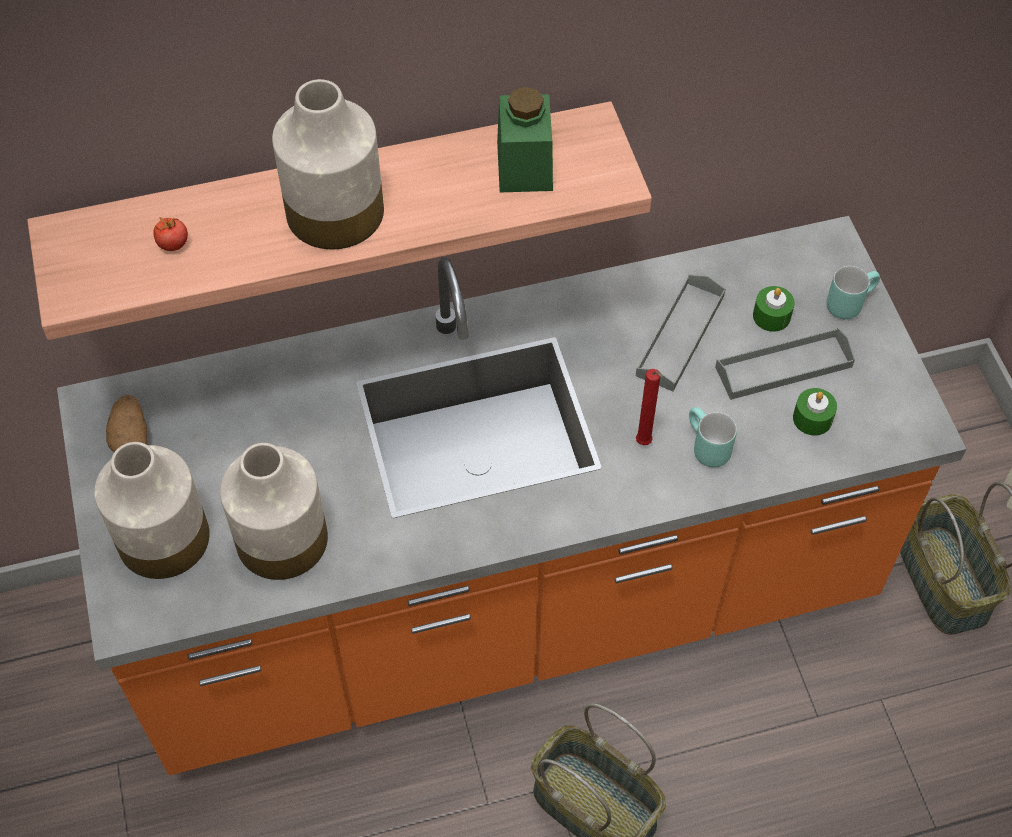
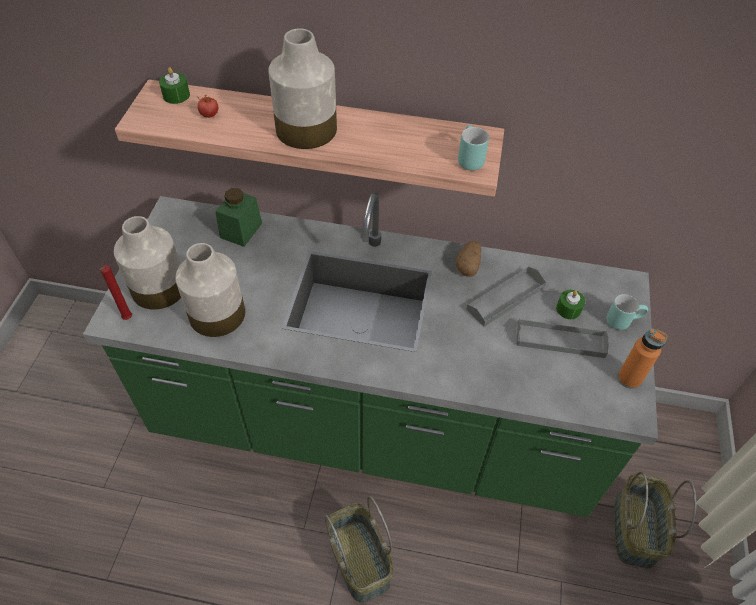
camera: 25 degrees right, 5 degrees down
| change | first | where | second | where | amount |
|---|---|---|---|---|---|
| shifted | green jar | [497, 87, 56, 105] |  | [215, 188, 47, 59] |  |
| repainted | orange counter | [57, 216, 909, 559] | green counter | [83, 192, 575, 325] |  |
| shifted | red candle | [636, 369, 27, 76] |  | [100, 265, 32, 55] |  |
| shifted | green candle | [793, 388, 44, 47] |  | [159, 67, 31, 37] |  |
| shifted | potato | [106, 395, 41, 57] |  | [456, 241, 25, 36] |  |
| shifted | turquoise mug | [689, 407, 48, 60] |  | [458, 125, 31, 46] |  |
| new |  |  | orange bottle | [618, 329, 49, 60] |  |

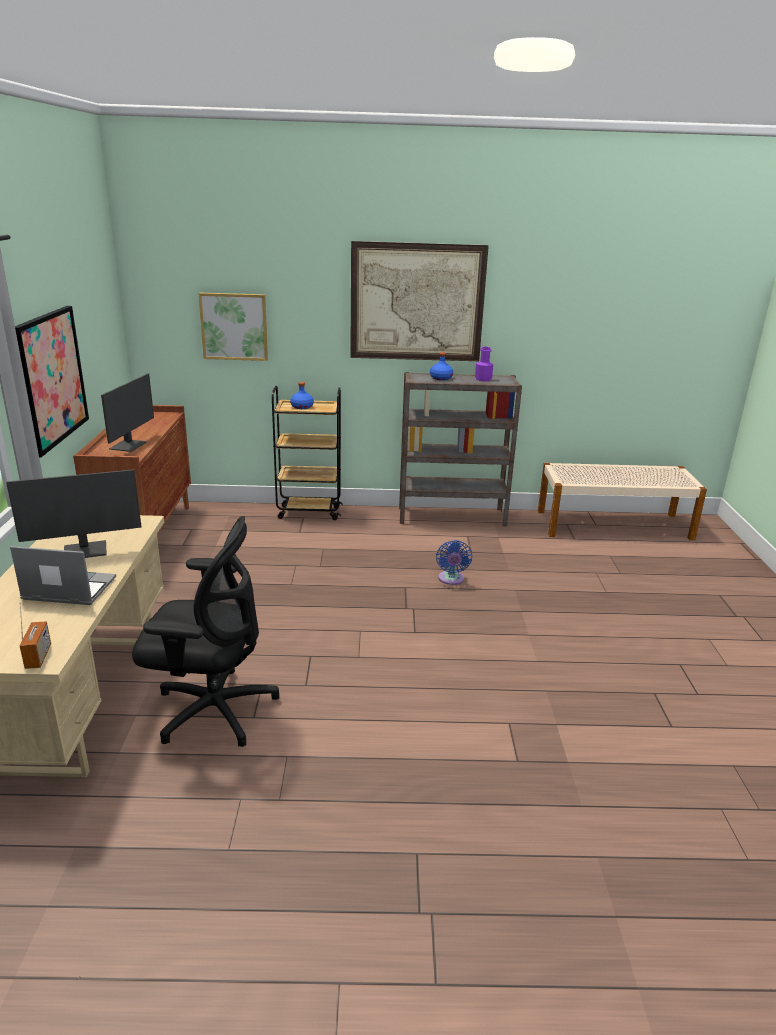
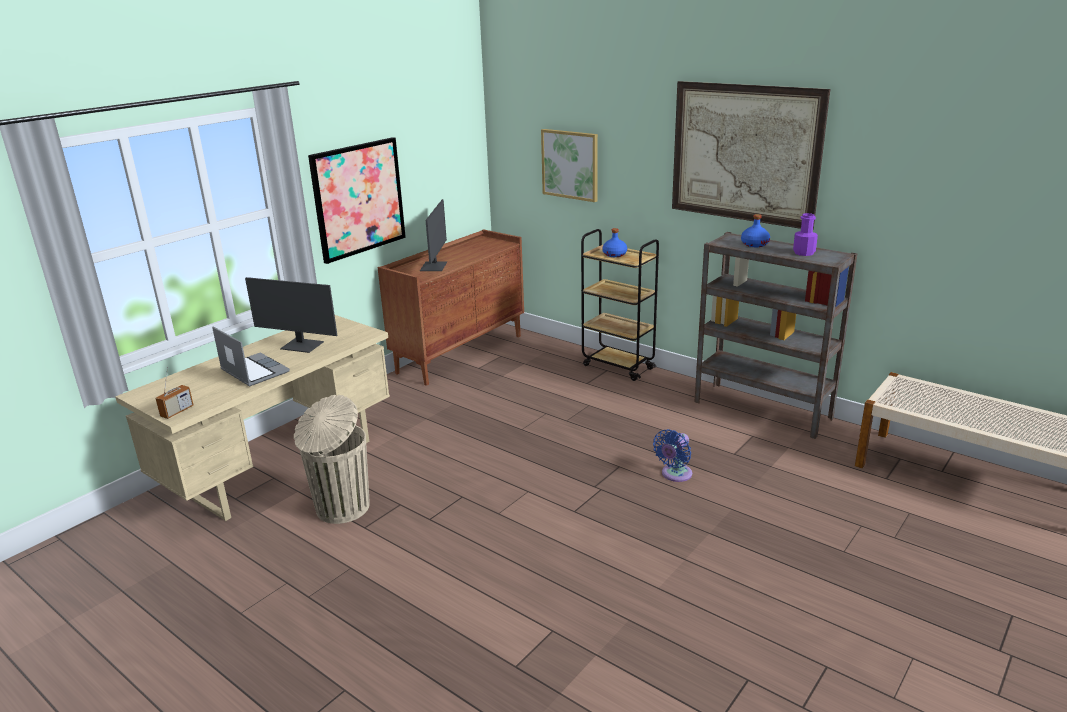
camera: 40 degrees right, 0 degrees up
| change | first | where | second | where | amount |
|---|---|---|---|---|---|
| rotated | monitor | [101, 373, 53, 79] |  | [420, 199, 27, 72] | 45 degrees counterclockwise |
| swapped | black office chair | [132, 516, 147, 231] | beige trash can | [294, 395, 76, 129] |  |

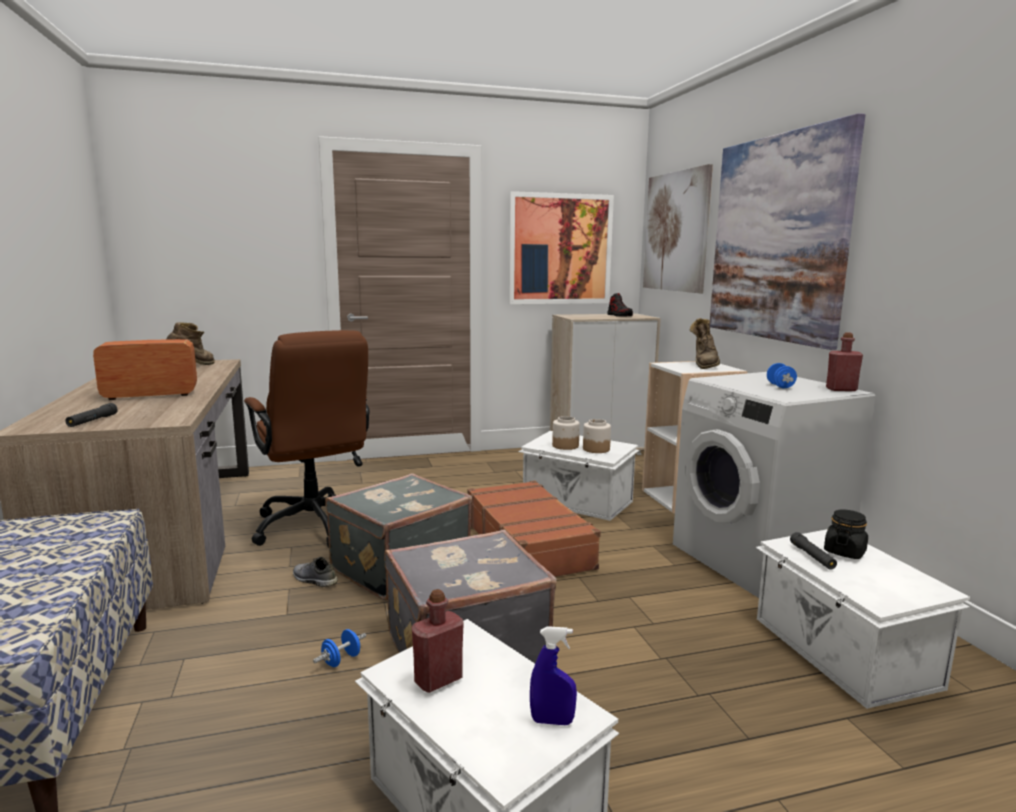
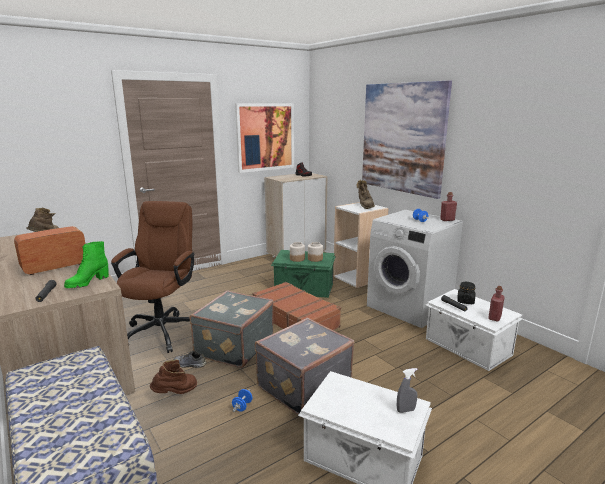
camera: 20 degrees left, 5 degrees up
| change | first | where | second | where | amount |
|---|---|---|---|---|---|
| gone | picture | [643, 164, 70, 129] |  |  |  |
| rotated | brown office chair | [244, 330, 125, 218] |  | [111, 201, 83, 152] | 120 degrees counterclockwise |
| repainted | white storage box | [518, 431, 121, 90] | green storage box | [271, 250, 65, 48] |  |
| shifted | red bottle | [412, 589, 52, 104] |  | [488, 286, 16, 35] |  |
| repainted | blue spray bottle | [530, 626, 47, 99] | grey spray bottle | [397, 368, 21, 45] |  |
| new |  |  | green boot | [64, 241, 45, 47] |  |
| new |  |  | brown boot | [150, 359, 47, 35] |  |

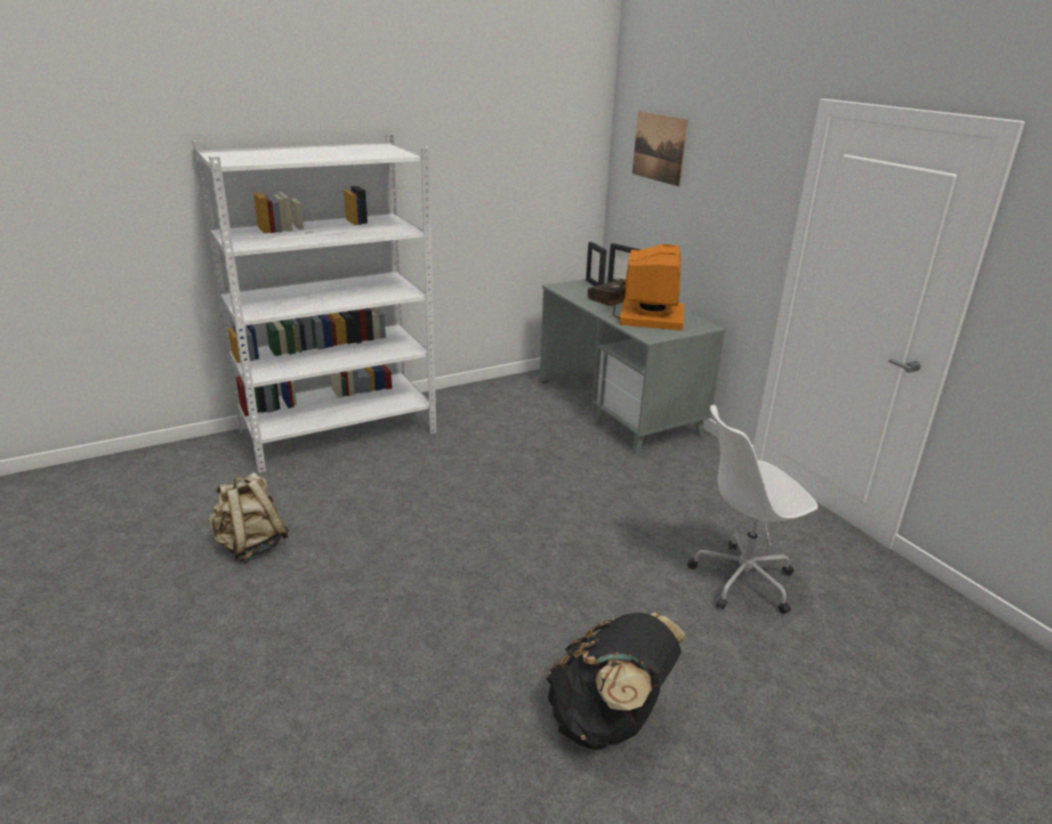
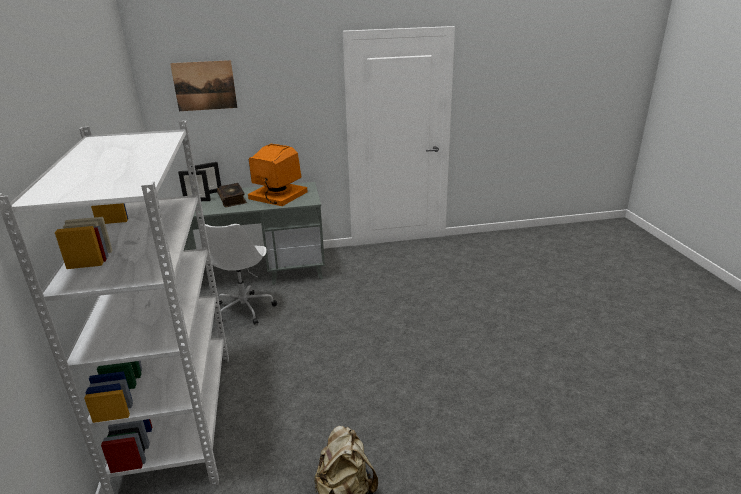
camera: 70 degrees left, 0 degrees up
| change | first | where | second | where | amount |
|---|---|---|---|---|---|
| shifted | white office chair | [687, 405, 131, 209] |  | [201, 224, 76, 101] |  |
| gone | black backpack | [546, 612, 140, 138] |  |  |  |

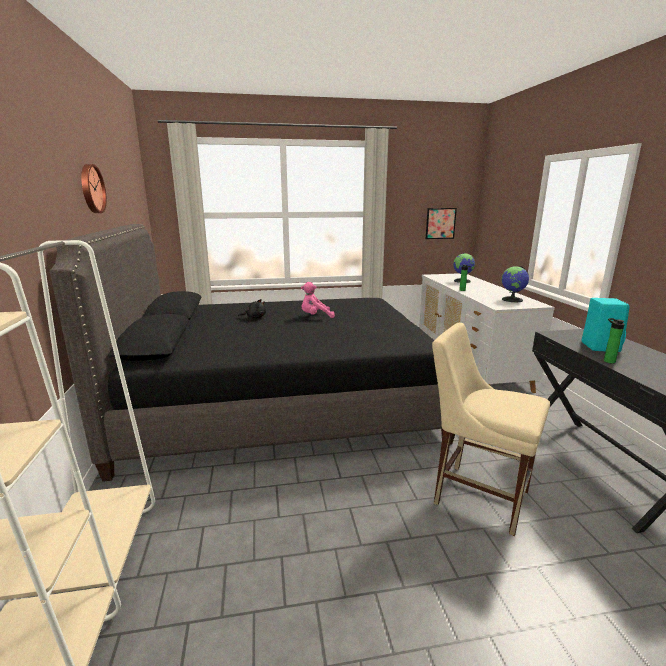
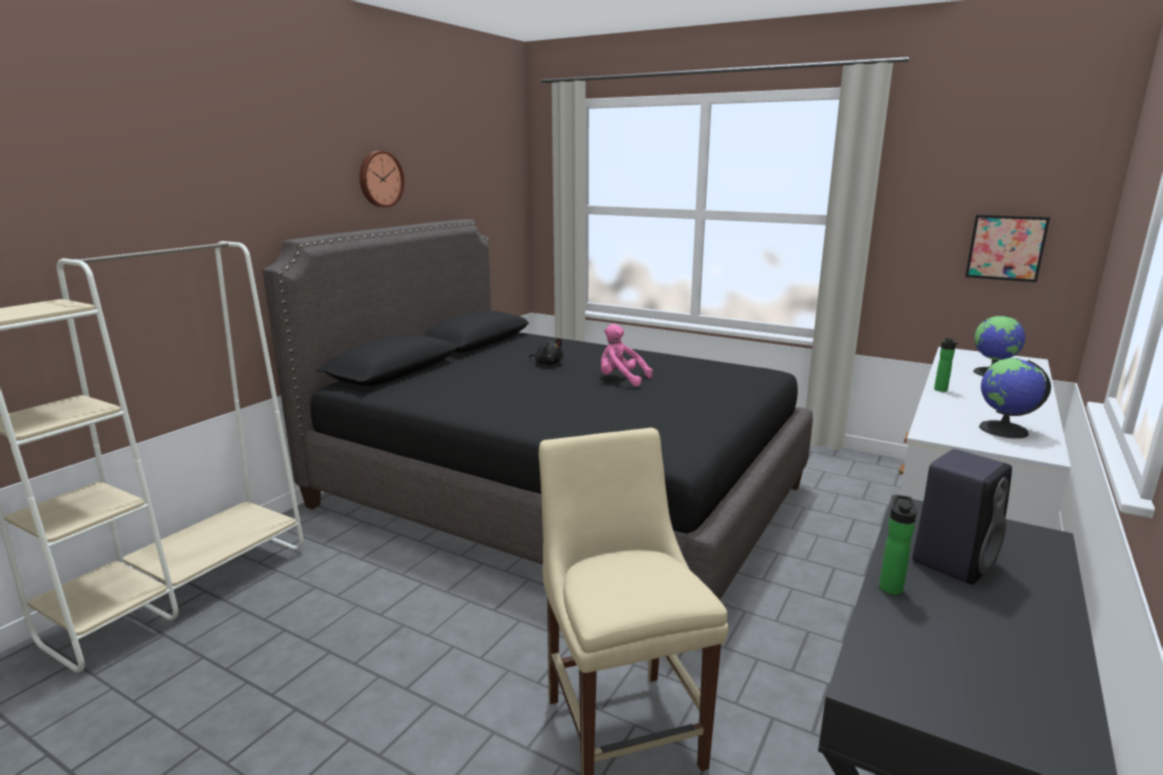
camera: 40 degrees right, 0 degrees up
| change | first | where | second | where | amount |
|---|---|---|---|---|---|
| repainted | turquoise speaker | [582, 298, 48, 54] | black speaker | [913, 449, 99, 136] |  |

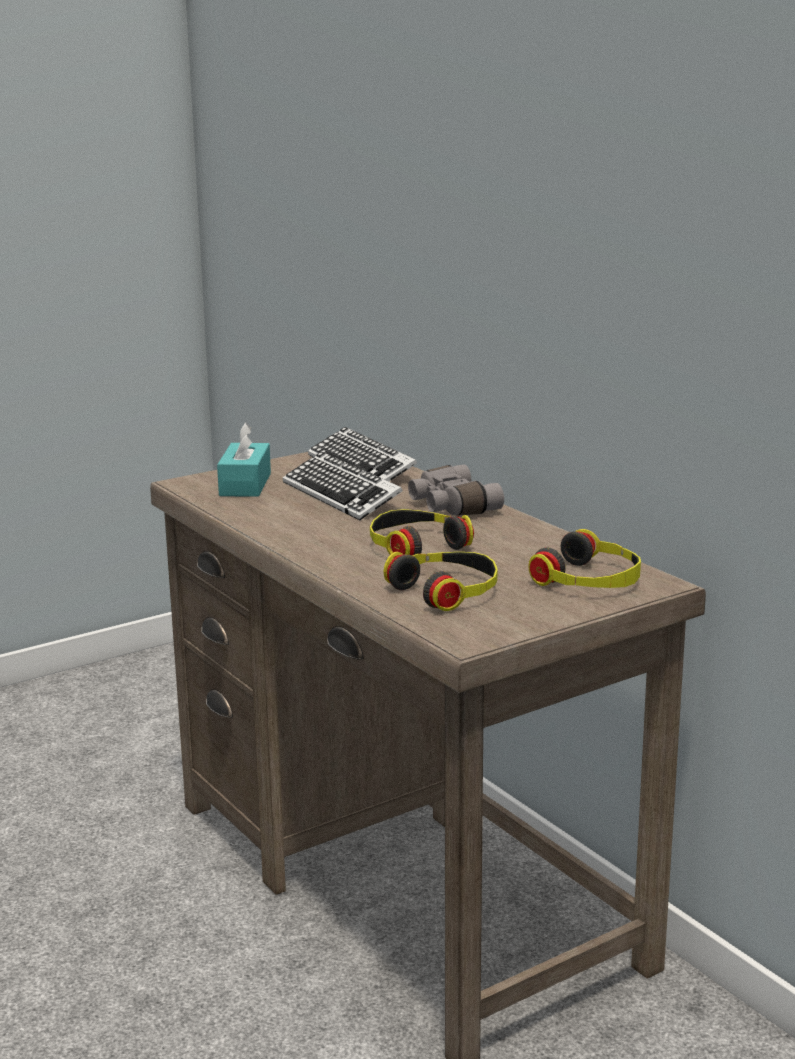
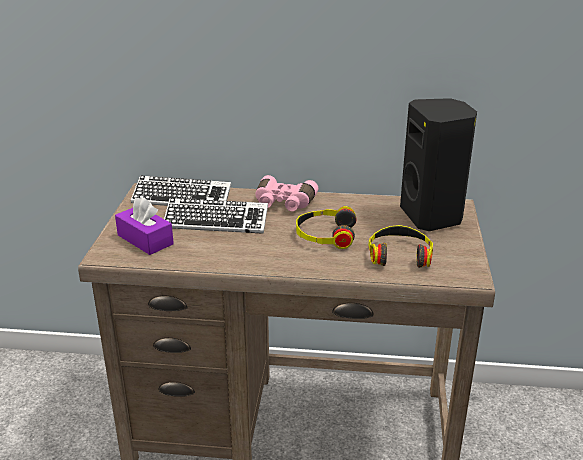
camera: 50 degrees left, 10 degrees up
| change | first | where | second | where | amount |
|---|---|---|---|---|---|
| repainted | turquoise tissue box | [217, 422, 54, 75] | purple tissue box | [115, 197, 59, 58] |  |
| repainted | grey binoculars | [408, 465, 96, 51] | pink binoculars | [255, 175, 63, 36] |  |
| swapped | headphones | [528, 529, 113, 59] | black speaker | [400, 98, 77, 133] |  |

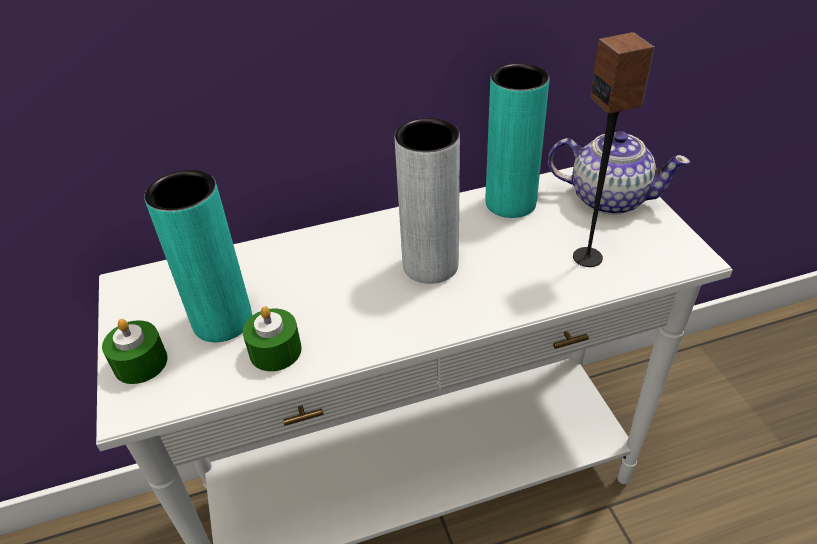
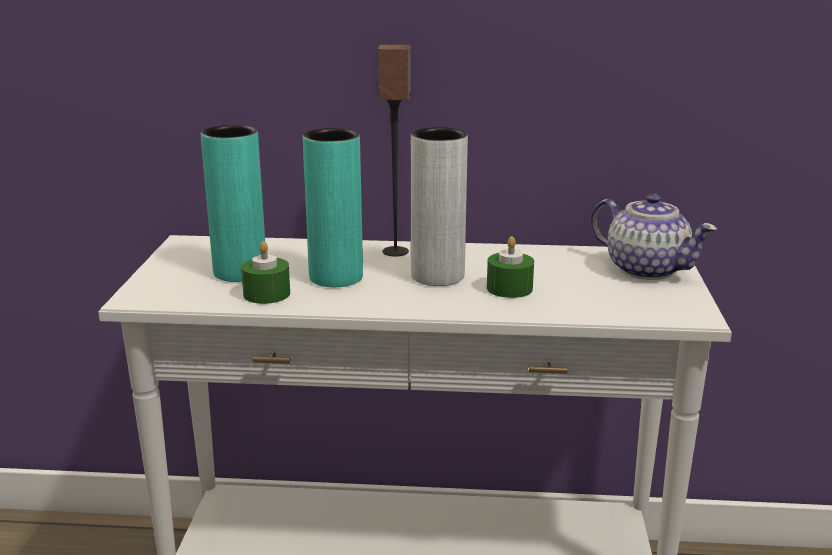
camera: 20 degrees right, 20 degrees down
| change | first | where | second | where | amount |
|---|---|---|---|---|---|
| shifted | speaker | [573, 32, 82, 235] |  | [377, 45, 34, 212] |  |
| shifted | turquoise vase | [486, 63, 64, 155] |  | [302, 128, 61, 159] |  |
| shifted | green candle | [102, 319, 65, 65] |  | [487, 236, 47, 62] |  |

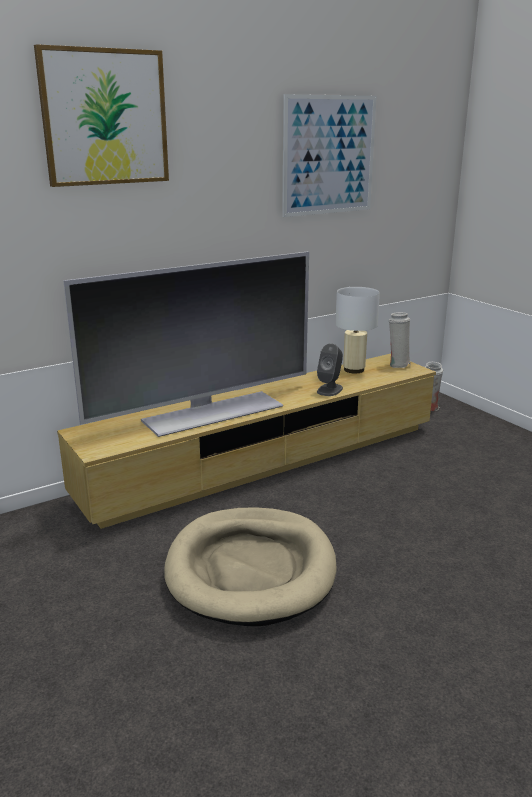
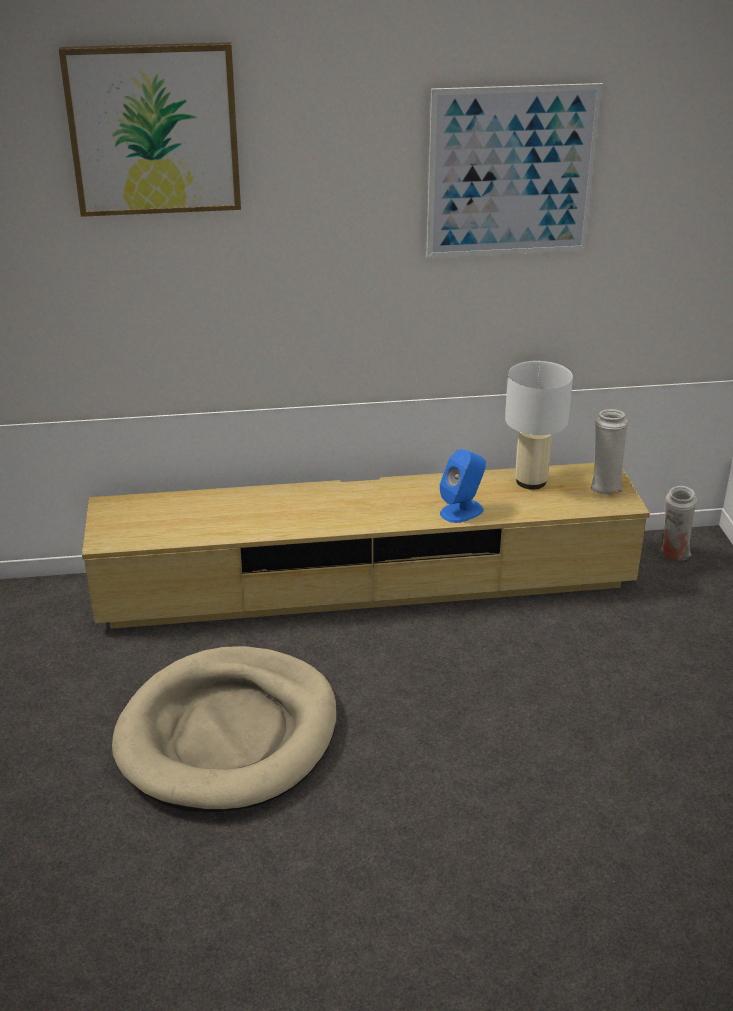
camera: 25 degrees right, 10 degrees up
| change | first | where | second | where | amount |
|---|---|---|---|---|---|
| gone | television | [63, 251, 246, 186] |  |  |  |
| repainted | grey speaker | [317, 344, 26, 52] | blue speaker | [440, 449, 46, 74] |  |

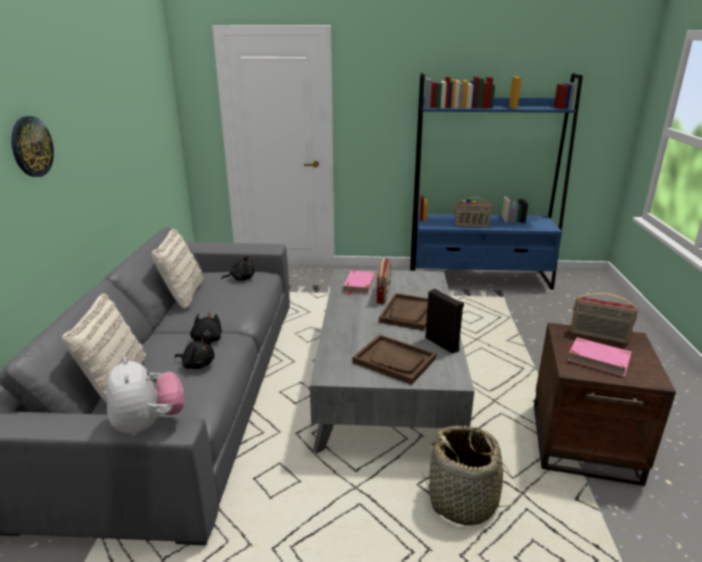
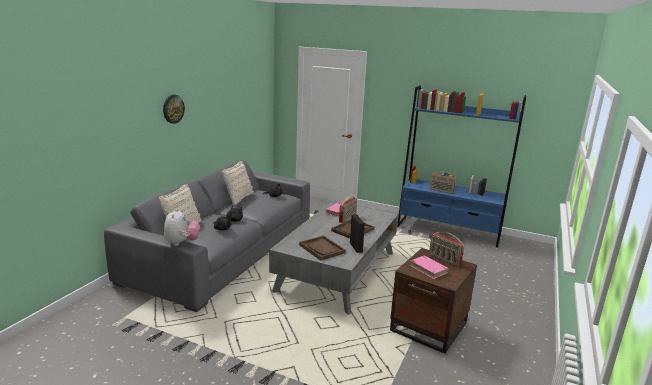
camera: 20 degrees right, 5 degrees down
| change | first | where | second | where | amount |
|---|---|---|---|---|---|
| gone | basket | [422, 425, 97, 100] |  |  |  |

